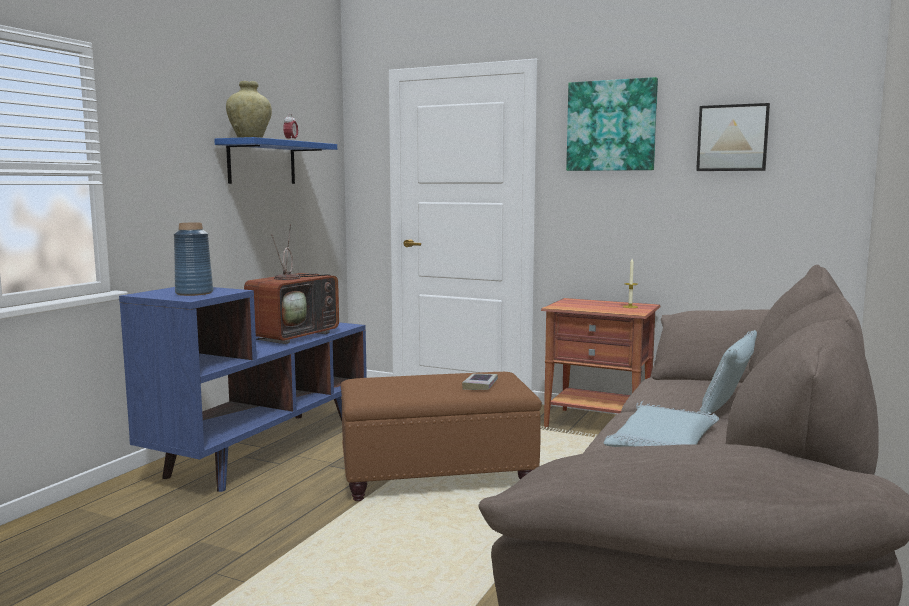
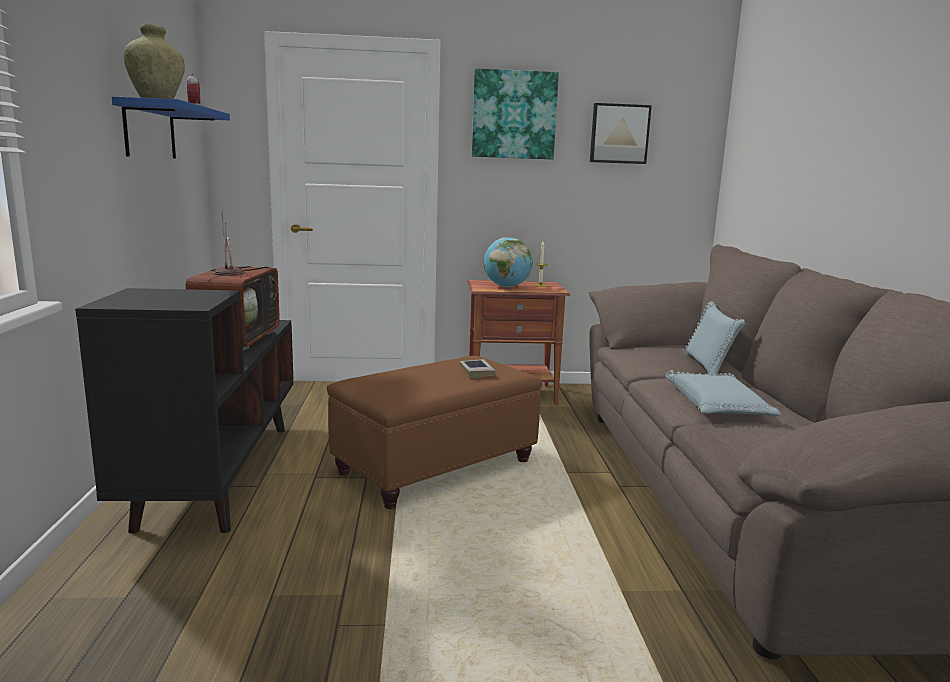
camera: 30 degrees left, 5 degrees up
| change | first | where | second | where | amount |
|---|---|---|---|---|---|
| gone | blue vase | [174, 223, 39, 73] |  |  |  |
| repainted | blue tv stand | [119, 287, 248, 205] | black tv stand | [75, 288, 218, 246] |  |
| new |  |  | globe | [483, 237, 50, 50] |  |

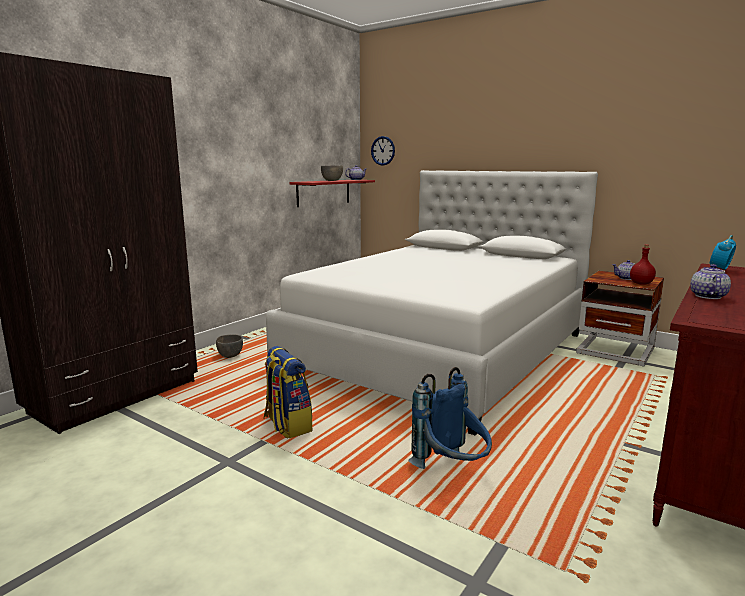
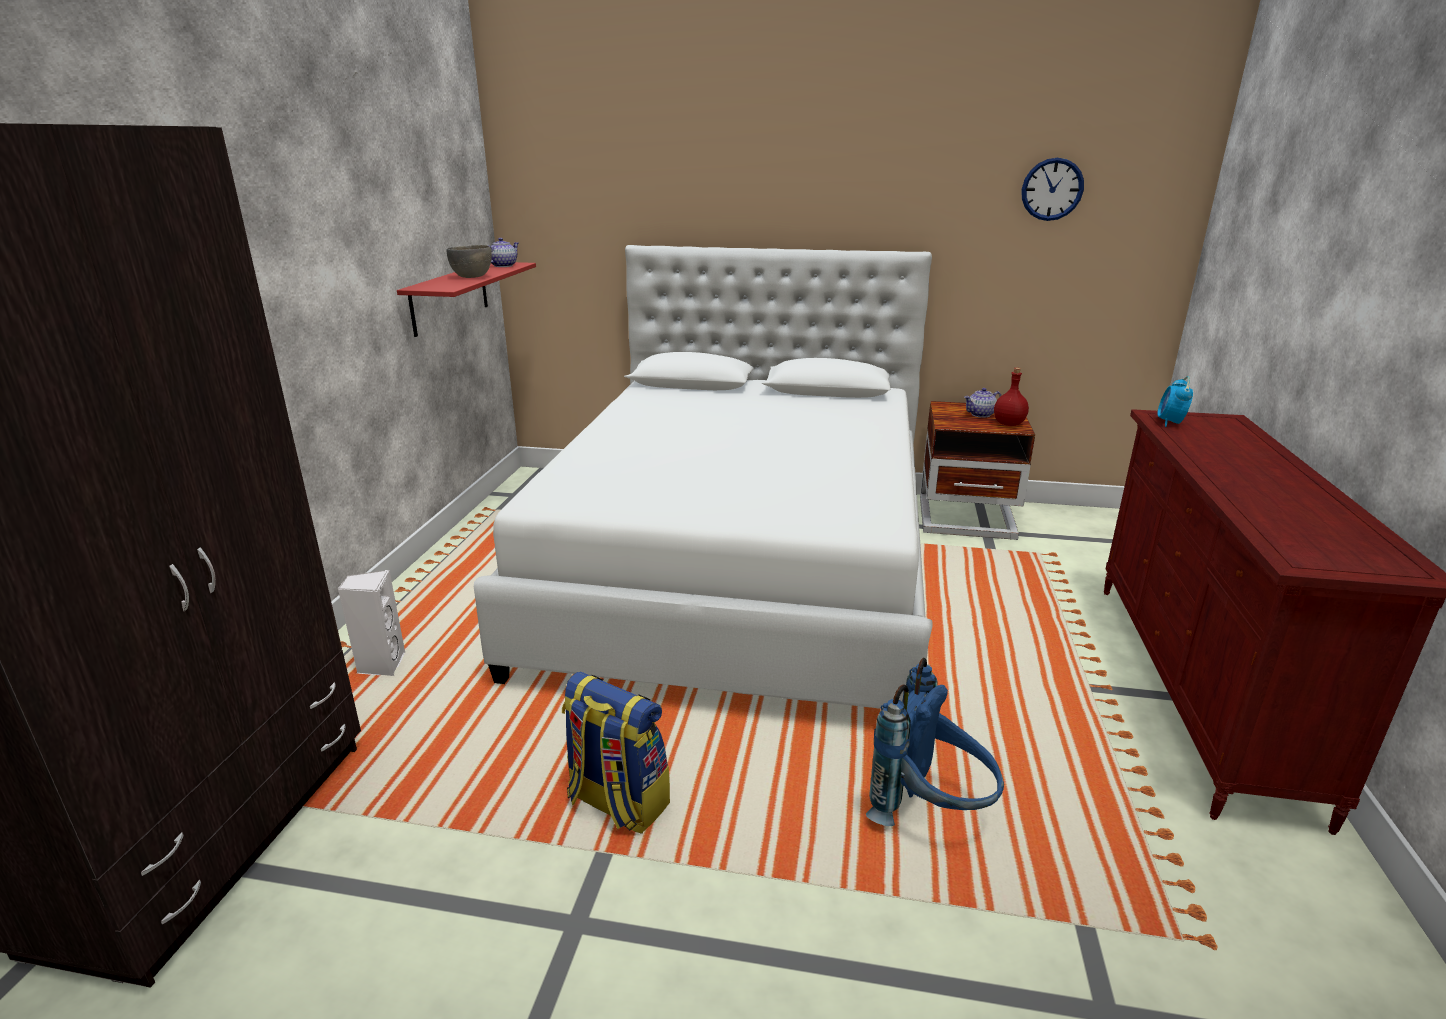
camera: 25 degrees left, 10 degrees up
| change | first | where | second | where | amount |
|---|---|---|---|---|---|
| shifted | wall clock | [371, 136, 24, 30] |  | [1022, 158, 62, 63] |  |
| gone | teapot | [690, 264, 41, 35] |  |  |  |
| swapped | grey bowl | [216, 334, 27, 24] | white speaker | [338, 570, 67, 106] |  |

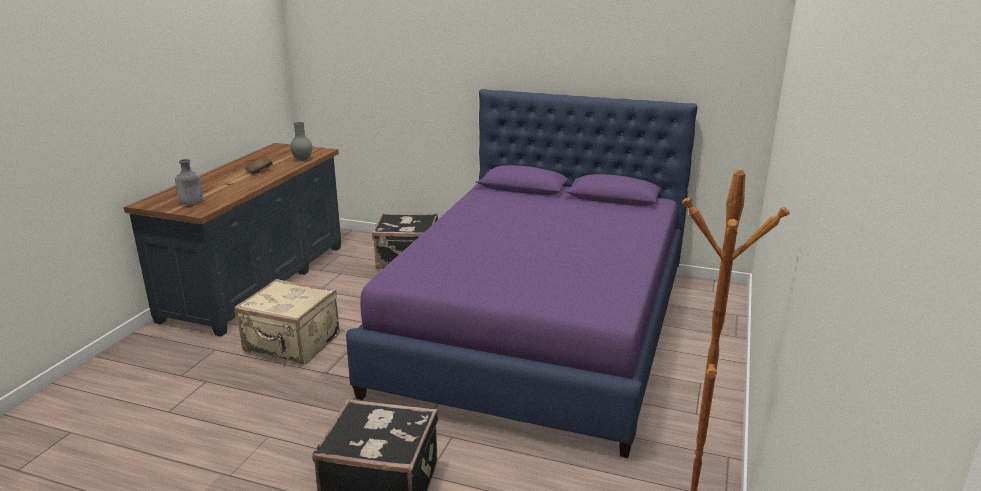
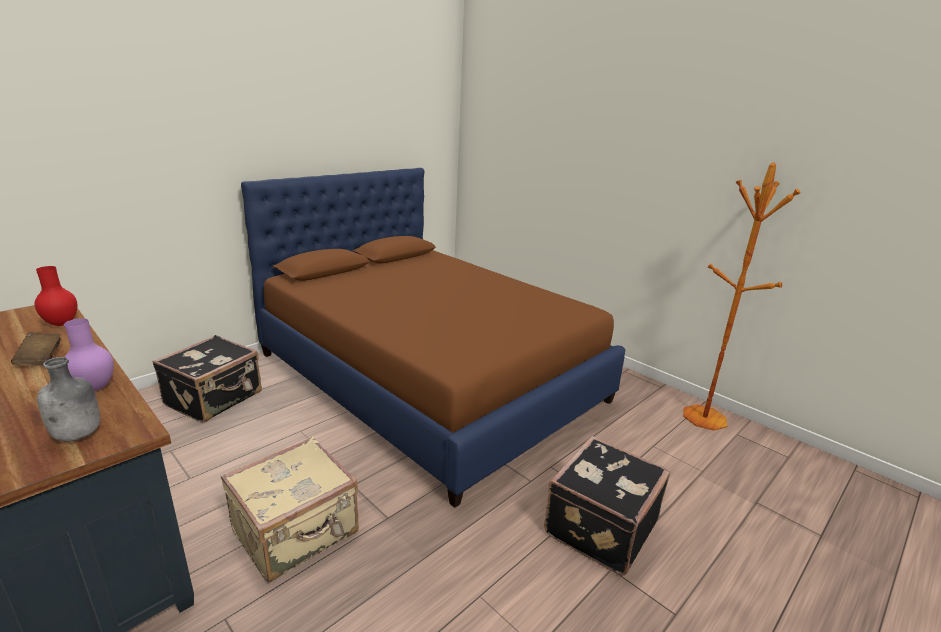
camera: 65 degrees left, 0 degrees up
| change | first | where | second | where | amount |
|---|---|---|---|---|---|
| repainted | purple bed | [346, 89, 351, 369] | brown bed | [241, 168, 385, 340] |  |
| repainted | grey vase | [290, 122, 22, 39] | red vase | [34, 266, 43, 60] |  |
| new |  |  | purple vase | [64, 318, 50, 73] |  |

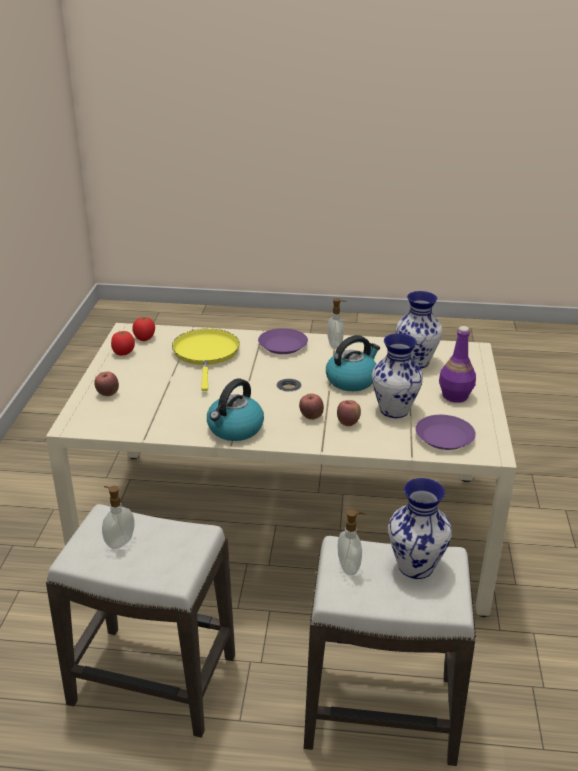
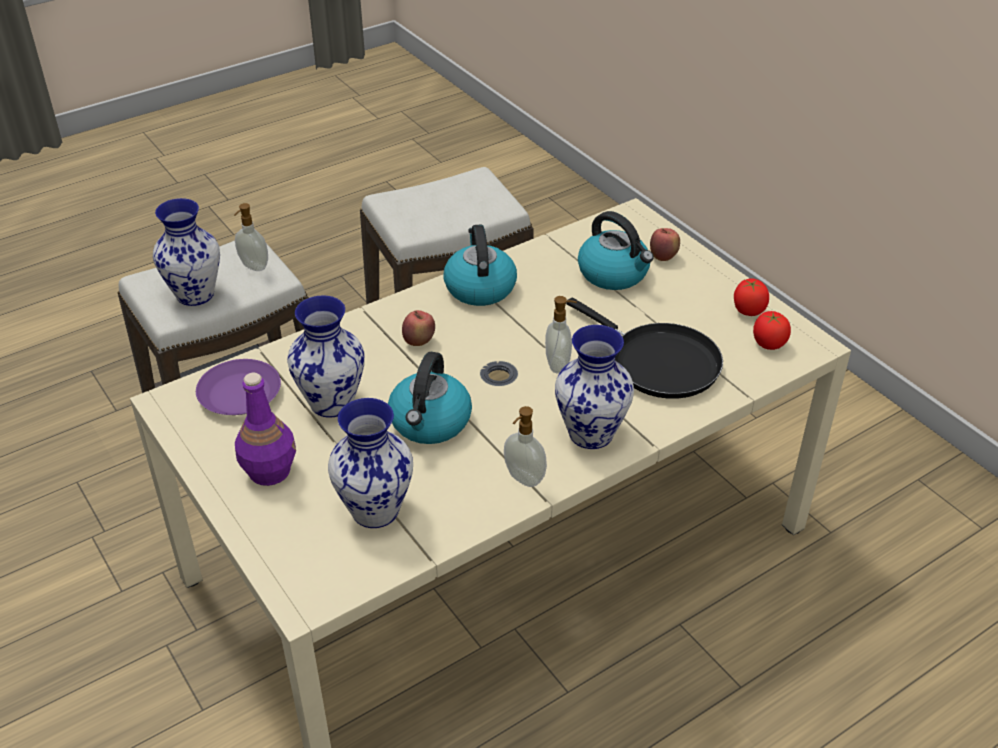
camera: 140 degrees right, 10 degrees up
| change | first | where | second | where | amount |
|---|---|---|---|---|---|
| swapped | purple plate | [258, 328, 50, 26] | vase | [555, 325, 79, 124] |  |
| repainted | yellow frying pan | [172, 329, 68, 62] | black frying pan | [566, 298, 157, 101] |  |
| gone | apple | [337, 400, 24, 26] |  |  |  |
| shifted | soap dispenser | [102, 486, 33, 63] |  | [545, 296, 32, 78] |  |
| new |  |  | kettle | [578, 211, 76, 79] |  |

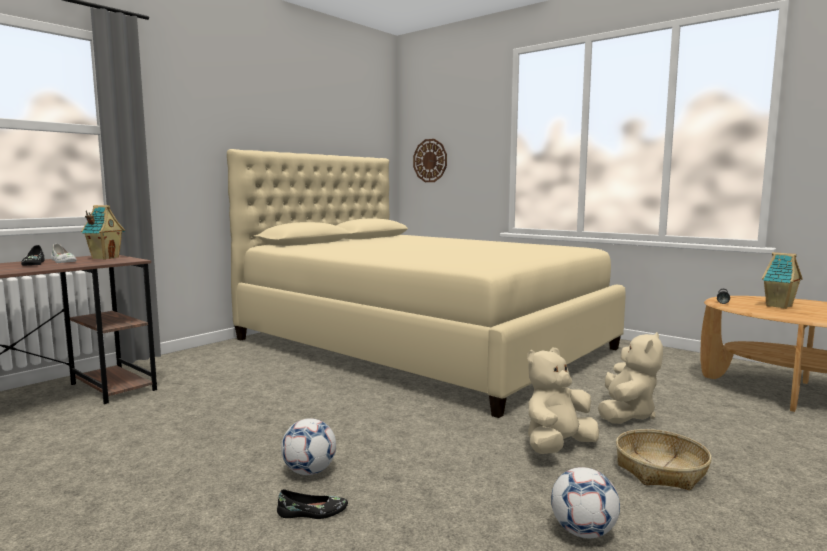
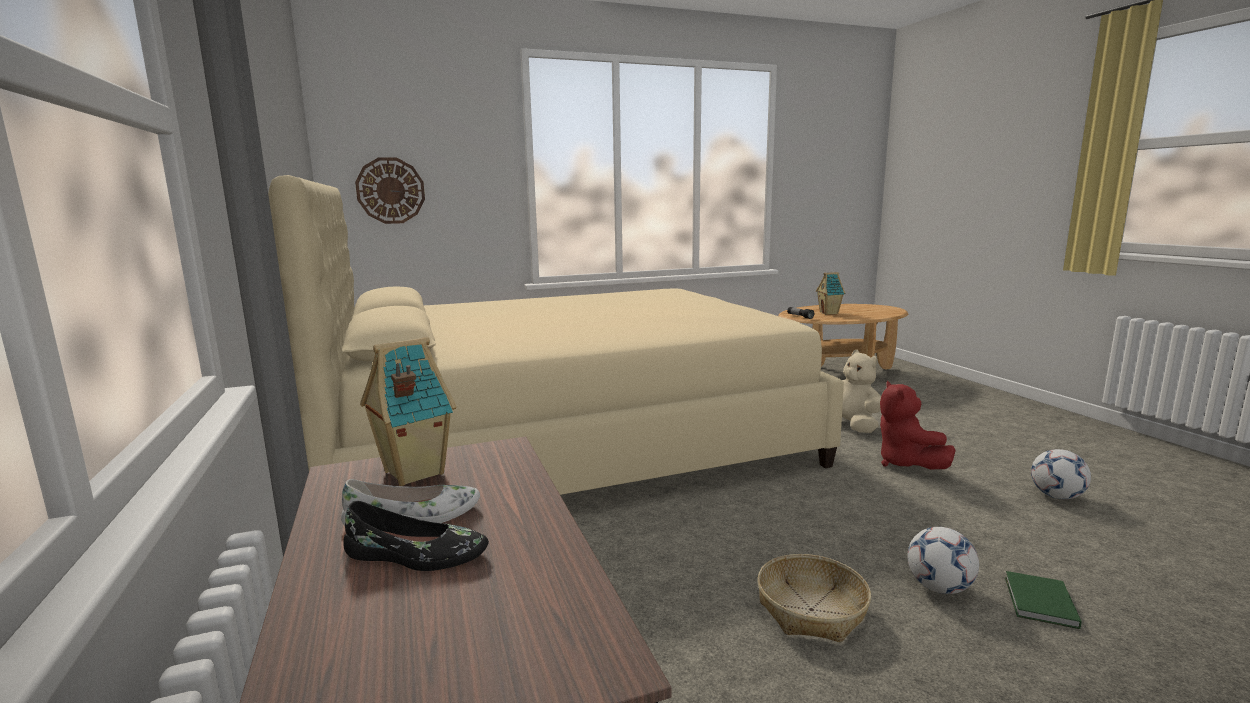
camera: 60 degrees left, 5 degrees up
| change | first | where | second | where | amount |
|---|---|---|---|---|---|
| repainted | beige plush toy | [527, 347, 72, 107] | red plush toy | [880, 381, 76, 88] |  |
| shifted | basket | [616, 429, 96, 61] |  | [757, 554, 114, 89] |  |
| swapped | black shoe | [277, 489, 71, 30] | green book | [1005, 571, 77, 58] |  |

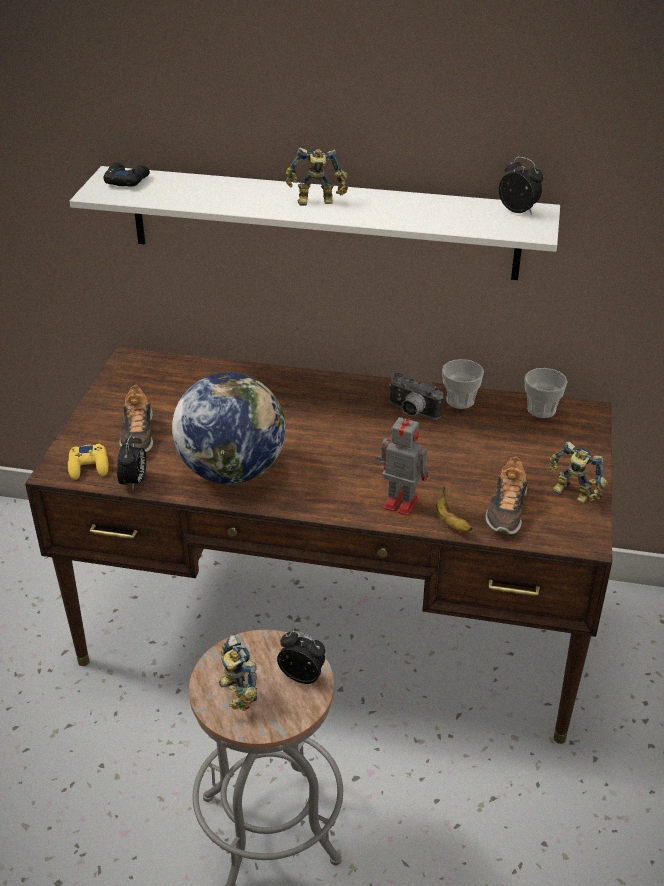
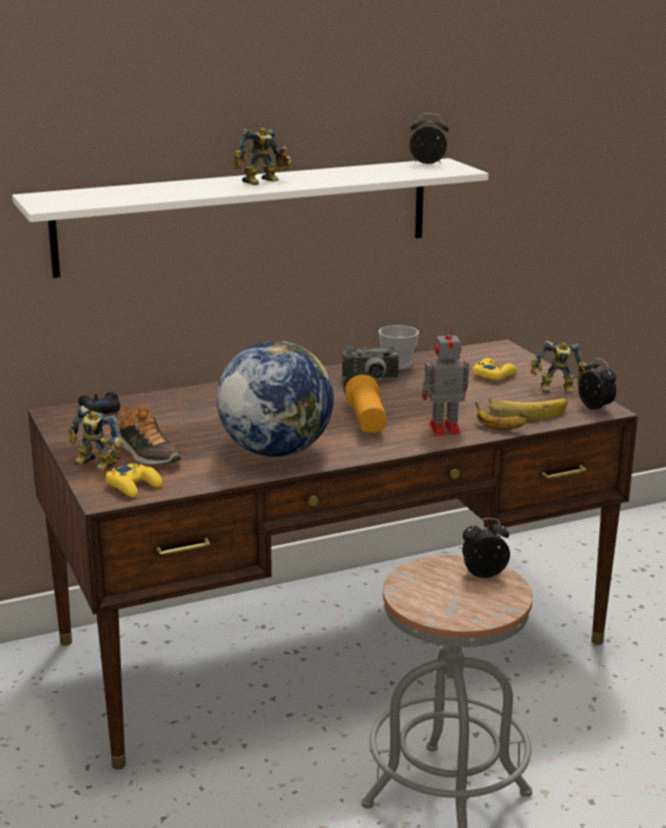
camera: 35 degrees left, 15 degrees down
| change | first | where | second | where | amount |
|---|---|---|---|---|---|
| shifted | black game controller | [103, 163, 47, 24] |  | [78, 392, 42, 22] |  |
| gone | cup | [525, 368, 43, 50] |  |  |  |
| shifted | alarm clock | [117, 434, 29, 56] |  | [578, 358, 38, 54] |  |
| swapped | shoe | [485, 456, 43, 79] | banana | [489, 396, 79, 24] |  |
| shifted | toy robot | [219, 635, 38, 76] |  | [68, 406, 56, 64] |  |
| new |  |  | yellow game controller | [473, 358, 44, 22] |  |
| new |  |  | flashlight | [343, 371, 44, 62] |  |

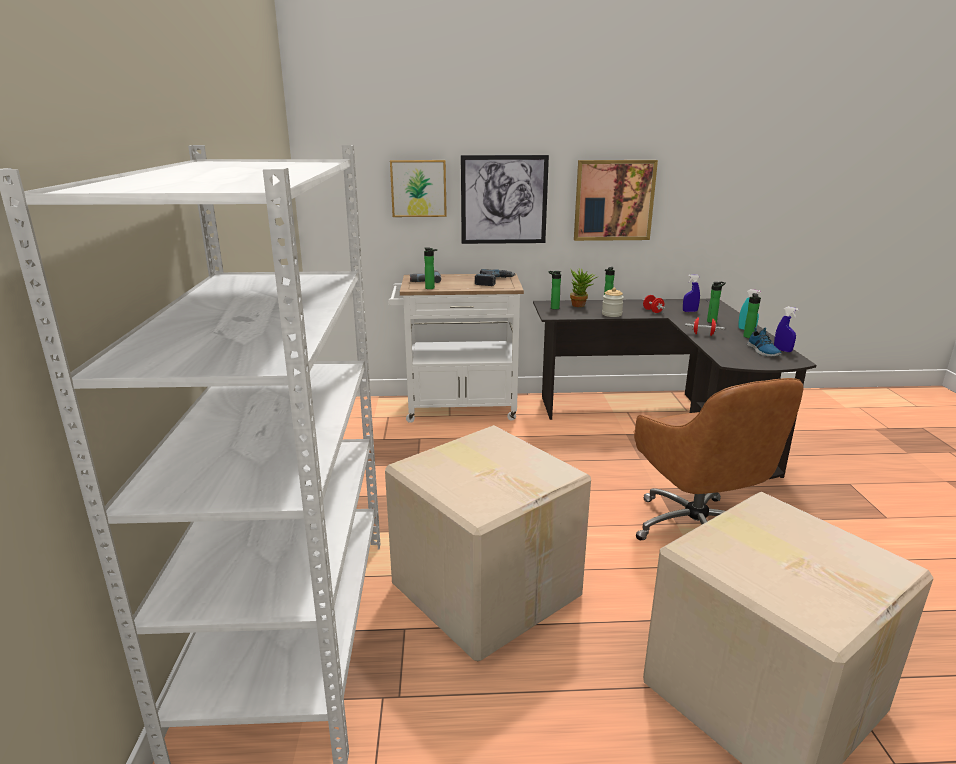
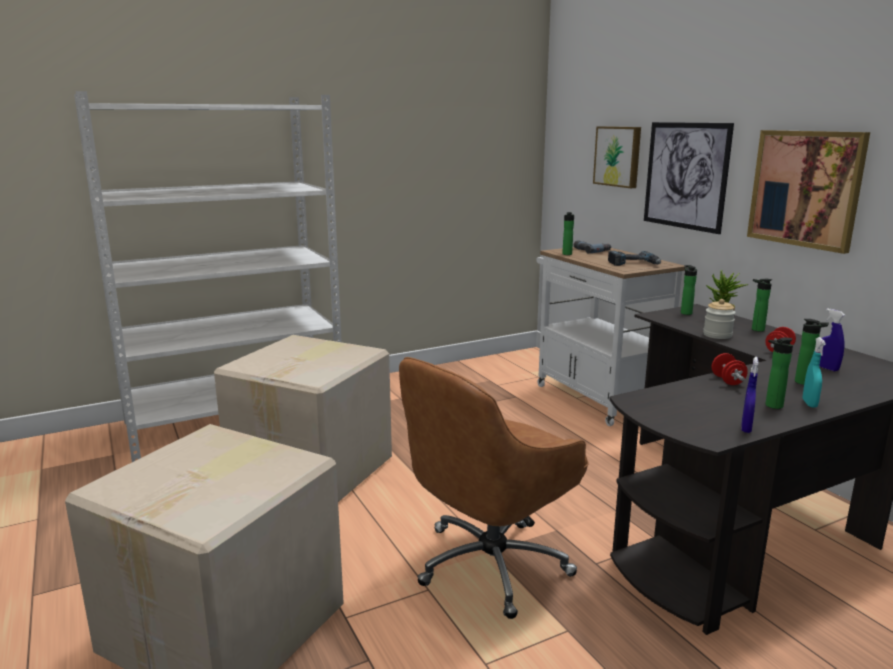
camera: 65 degrees right, 5 degrees down
| change | first | where | second | where | amount |
|---|---|---|---|---|---|
| gone | shoe | [747, 327, 35, 29] |  |  |  |

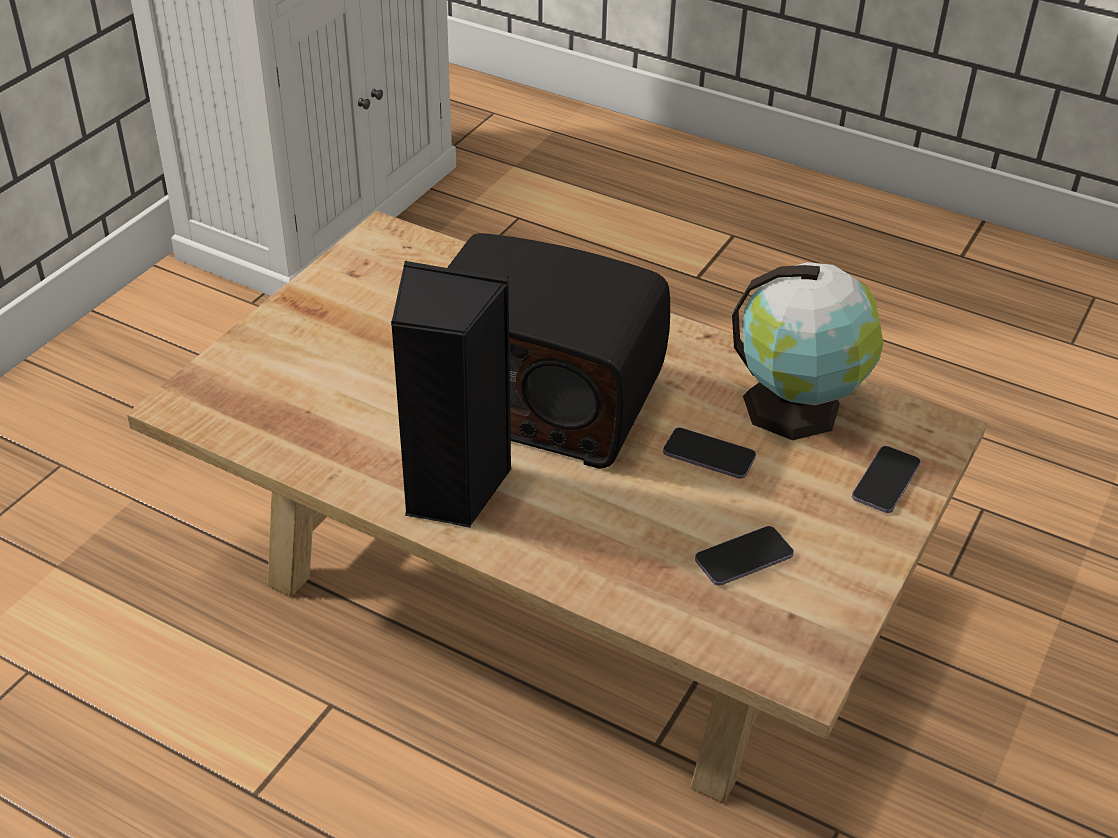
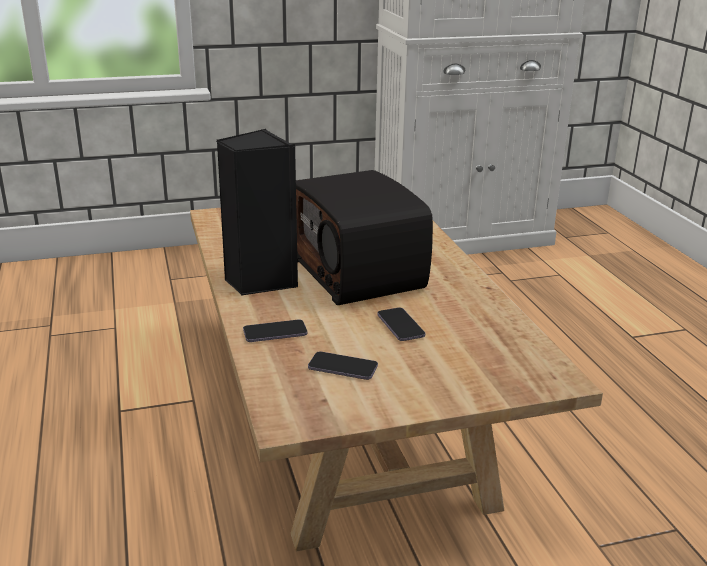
camera: 45 degrees right, 15 degrees down
| change | first | where | second | where | amount |
|---|---|---|---|---|---|
| gone | globe | [732, 262, 151, 178] |  |  |  |
| shifted | phone | [852, 446, 69, 67] |  | [243, 319, 65, 23] |  |

